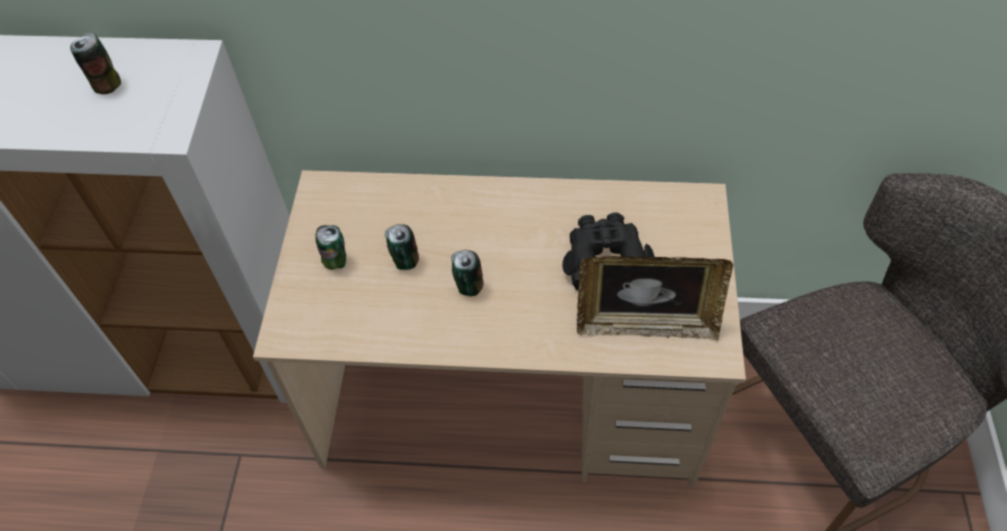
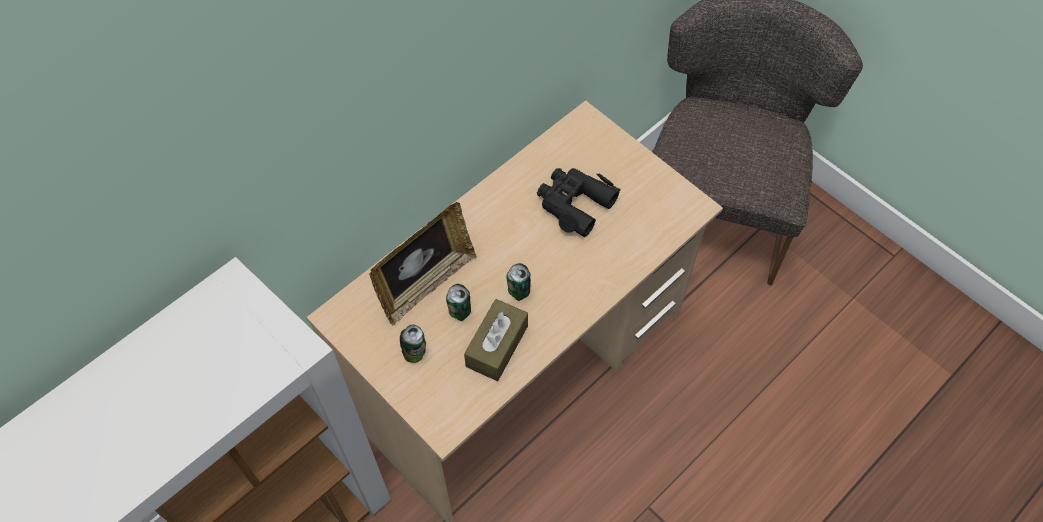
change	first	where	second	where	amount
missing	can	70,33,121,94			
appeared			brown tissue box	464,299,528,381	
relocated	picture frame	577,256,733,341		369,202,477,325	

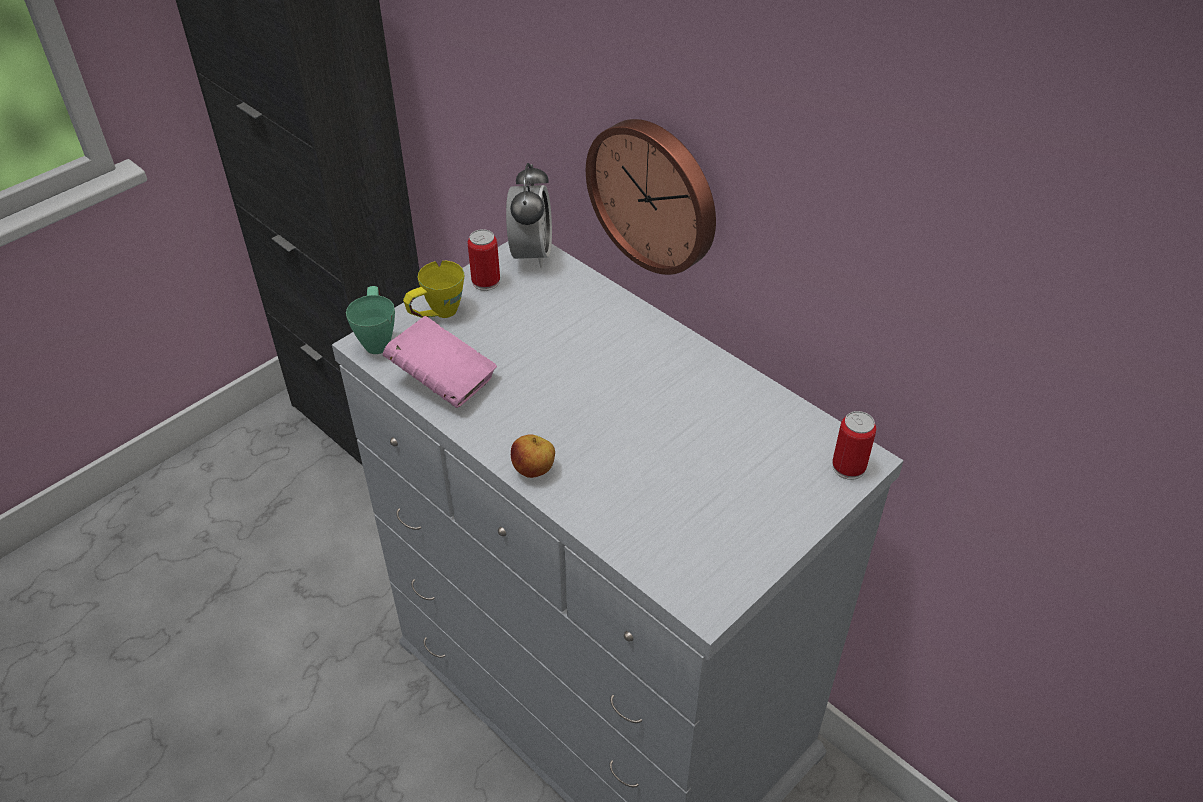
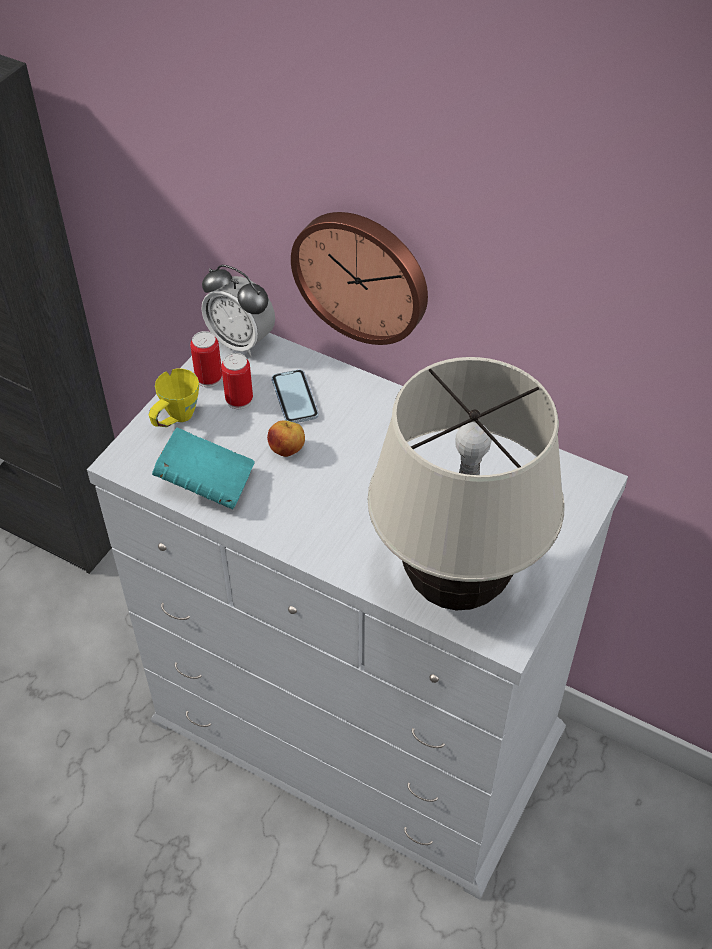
change	first	where	second	where	amount
missing	green mug	346,286,395,354			
appeared			phone	272,369,319,423	
appeared			beige table lamp	368,357,565,610	
relocated	apple	511,434,555,478		267,421,305,457	
relocated	can	832,411,876,480		221,353,253,409	
colour	pink book	383,316,497,408	turquoise book	152,428,255,509	
spun	alarm clock	506,163,552,268		201,265,275,357	135 degrees clockwise

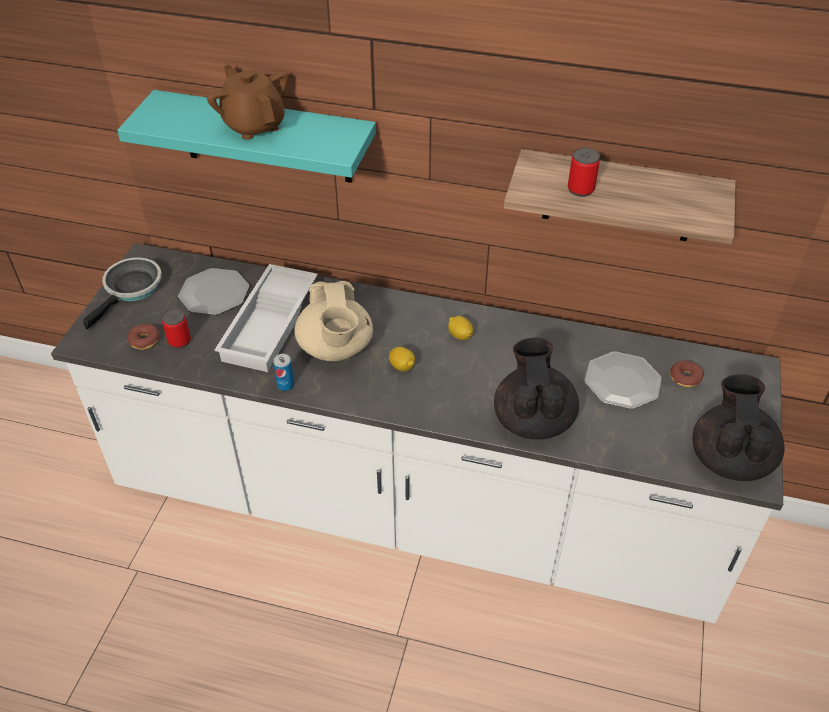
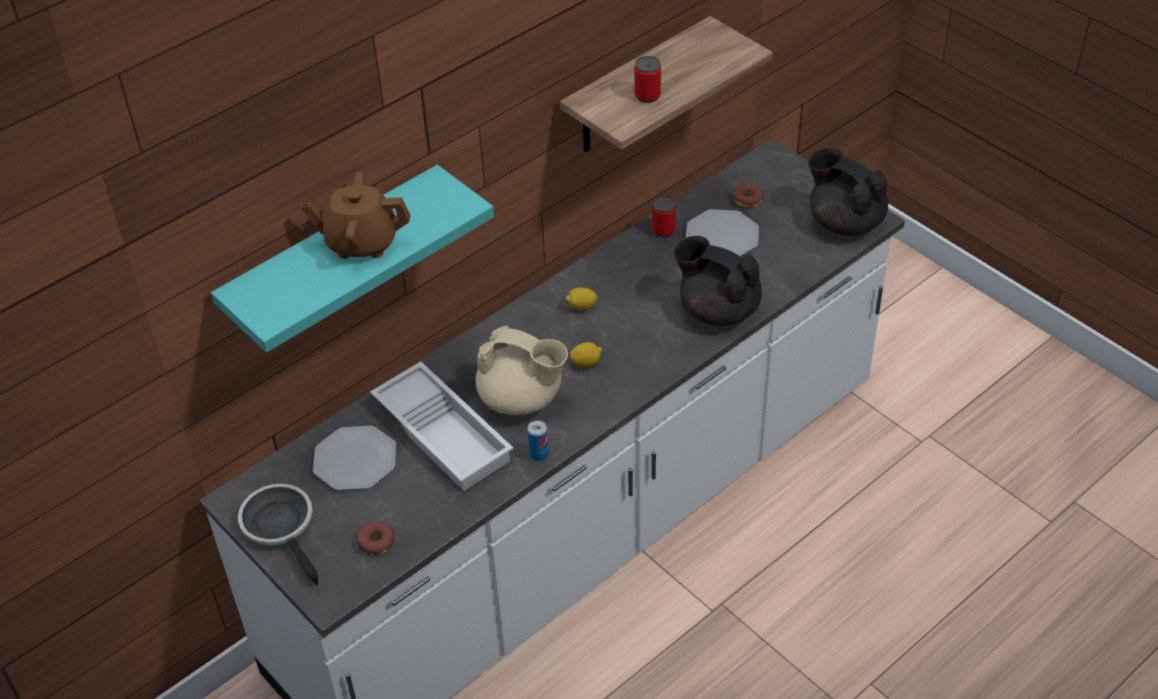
change	first	where	second	where	amount
relocated	can	162,309,191,348		652,196,676,237	

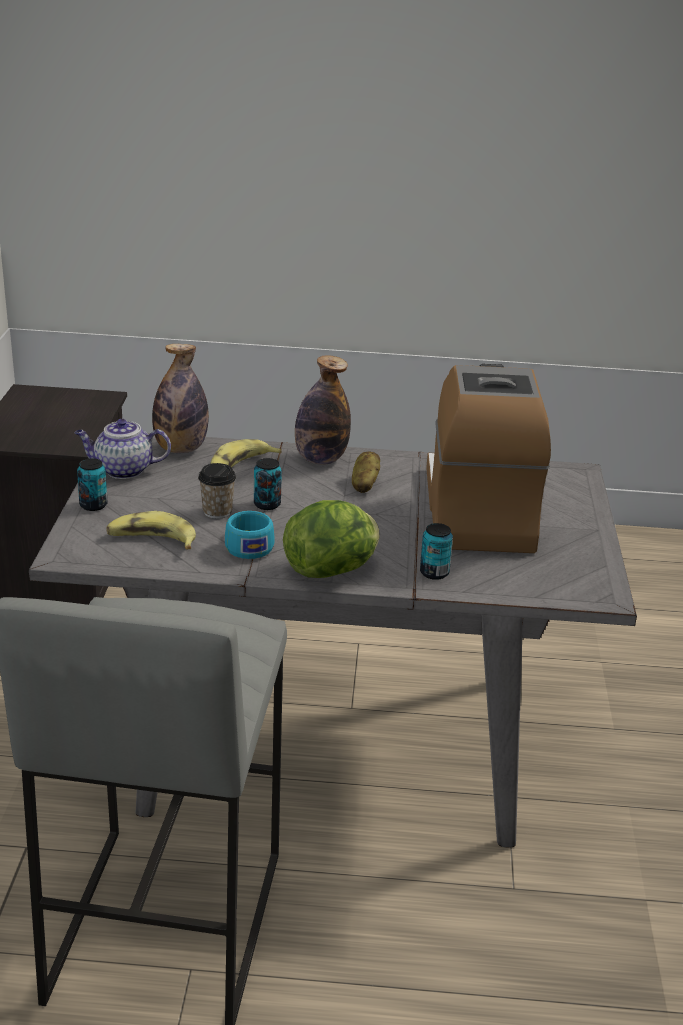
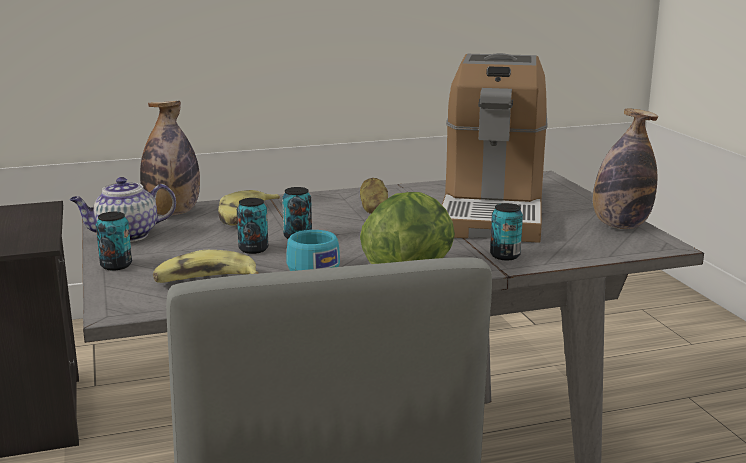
change	first	where	second	where	amount
relocated	bottle	295,355,351,464		593,108,658,229	
exchanged	cup	198,463,236,519	can	237,198,268,254	
spun	coffee machine	426,364,551,553		442,53,548,243	150 degrees counterclockwise

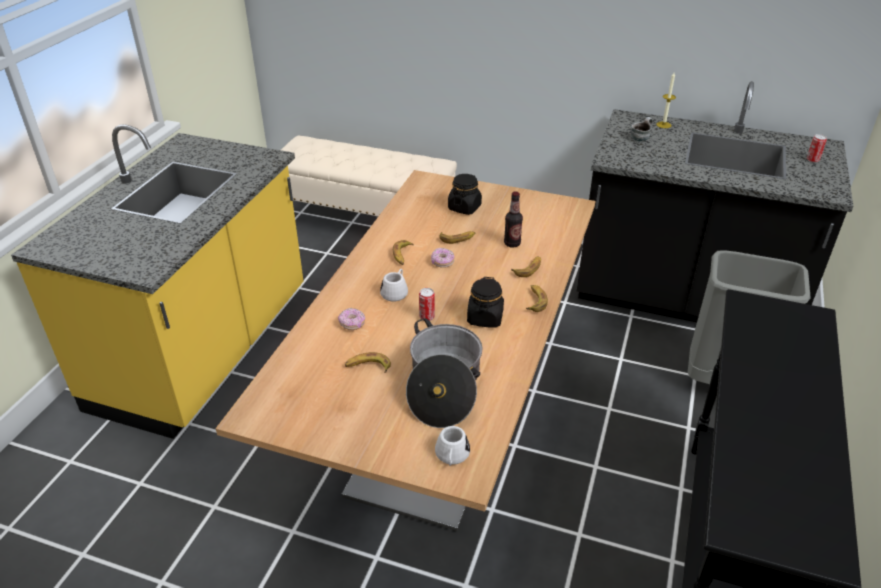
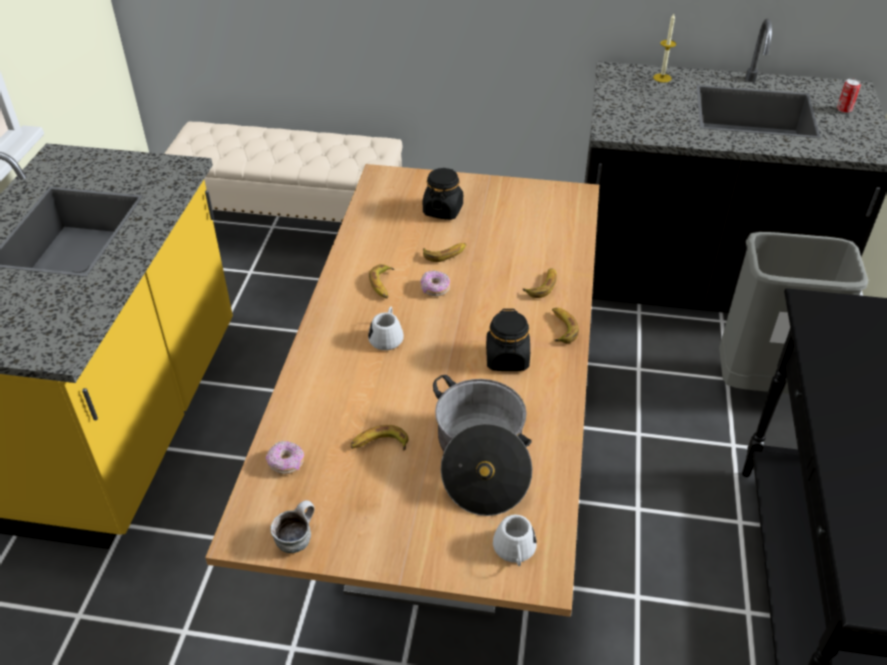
change	first	where	second	where	amount
missing	can	419,288,435,321			
missing	bottle	504,191,523,248			
relocated	donut	338,308,365,330		266,441,304,474	
relocated	mug	631,117,653,141		270,500,315,553	

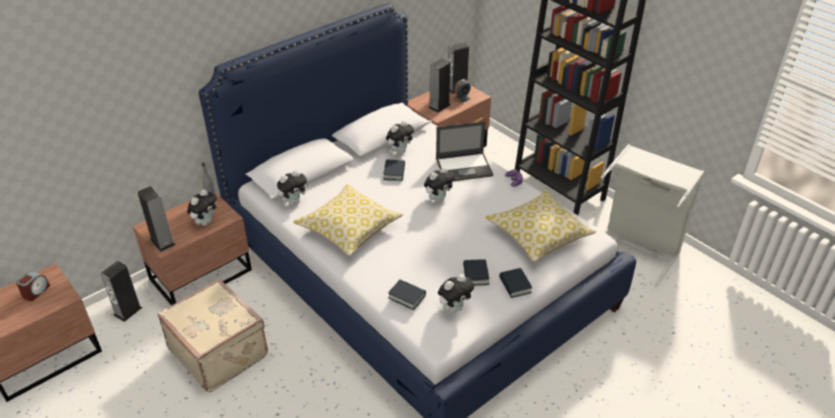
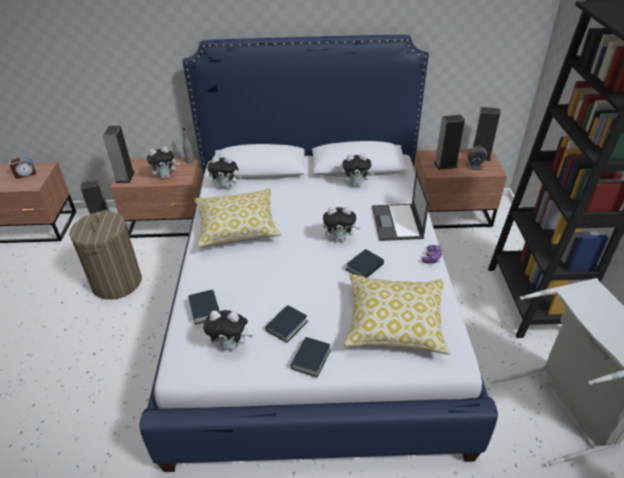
change	first	where	second	where	amount
relocated	book	383,160,405,181		346,249,384,278	
exchanged	beige suitcase	157,279,268,392	laundry basket	69,210,142,300	
spun	laptop	436,121,493,181		372,169,429,241	60 degrees clockwise

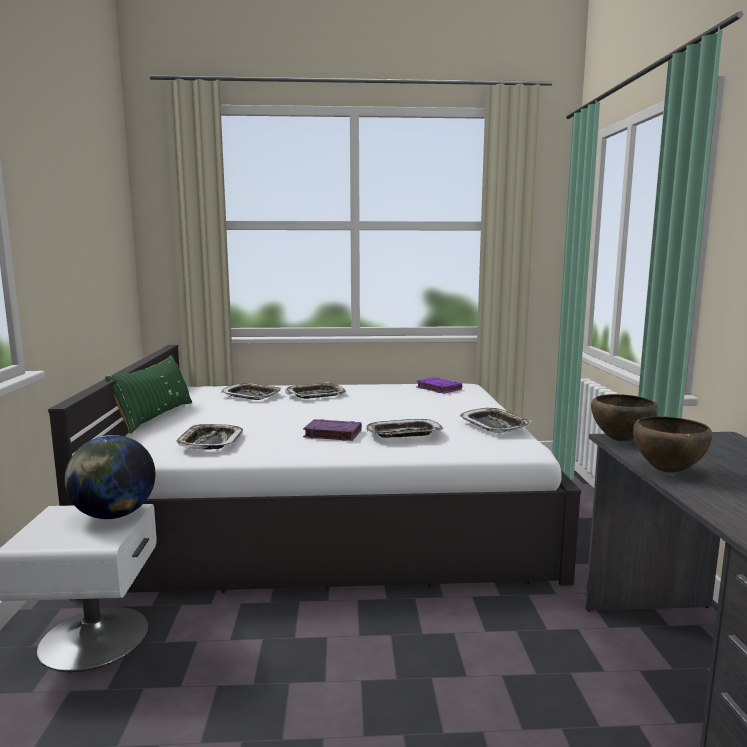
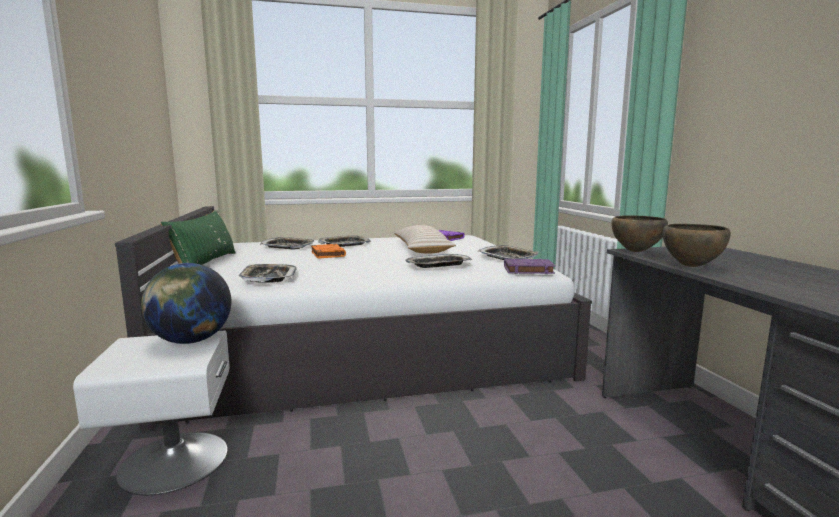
change	first	where	second	where	amount
appeared			orange book	311,244,346,259	
appeared			beige pillow	394,225,456,254	
relocated	purple book	303,419,362,441		504,258,556,274	

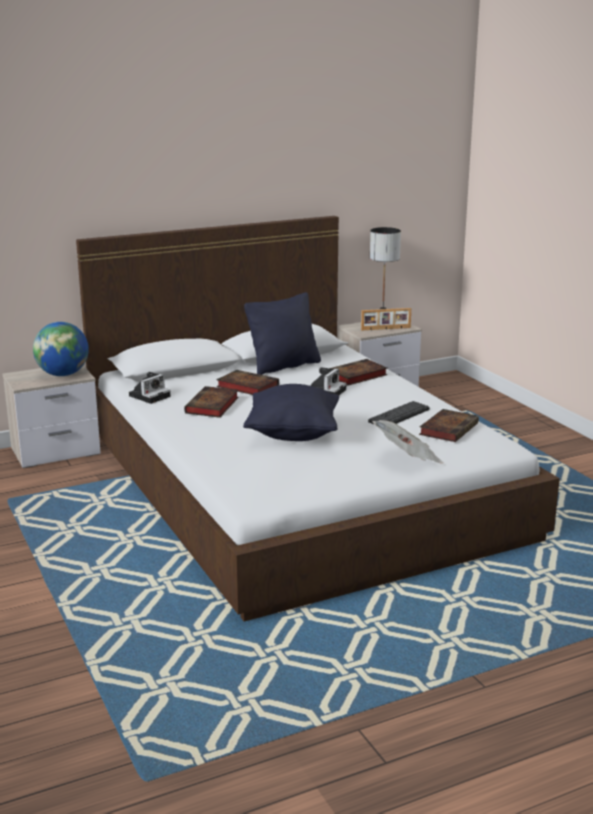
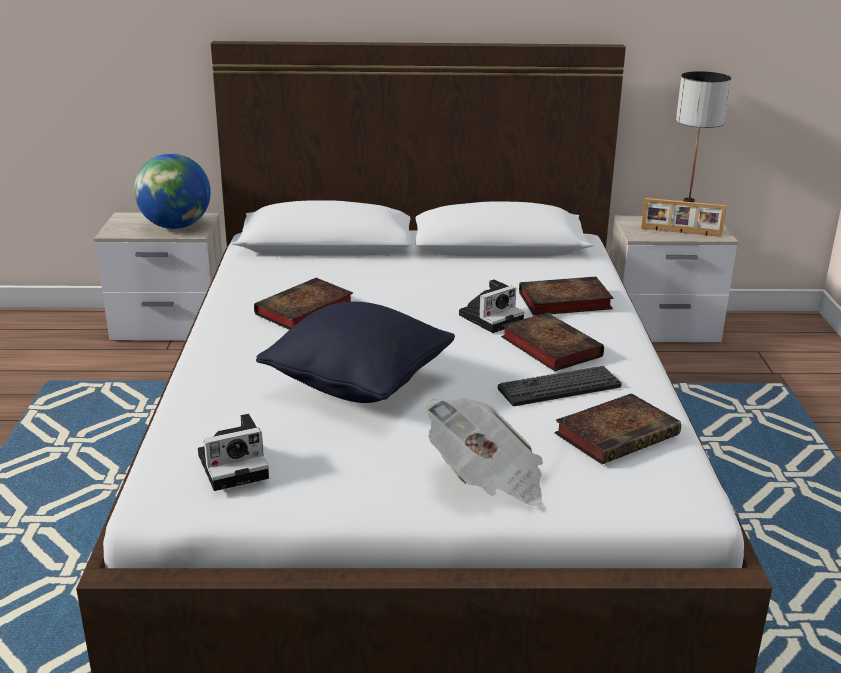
change	first	where	second	where	amount
missing	black pillow	244,292,321,375			
relocated	photo camera	129,372,170,404		198,414,269,491	
relocated	book	216,370,279,395		501,313,604,371	

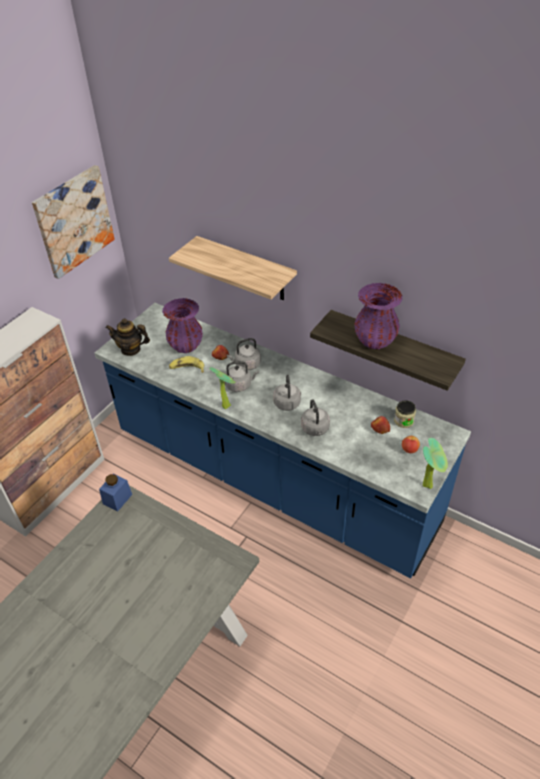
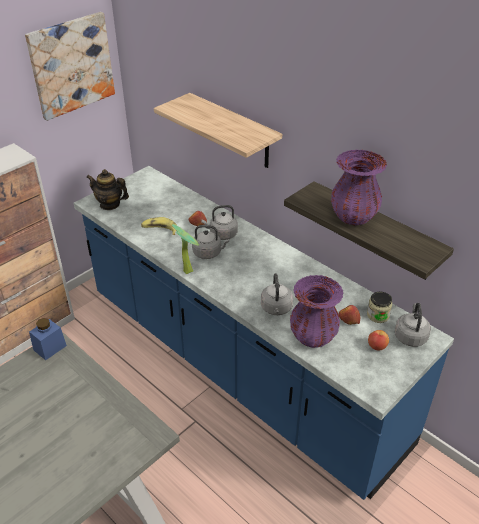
change	first	where	second	where	amount
missing	potted plant	423,438,448,489			
relocated	purple vase	162,298,203,353		290,275,343,348	
relocated	grey kettle	273,375,301,411		395,303,431,347	

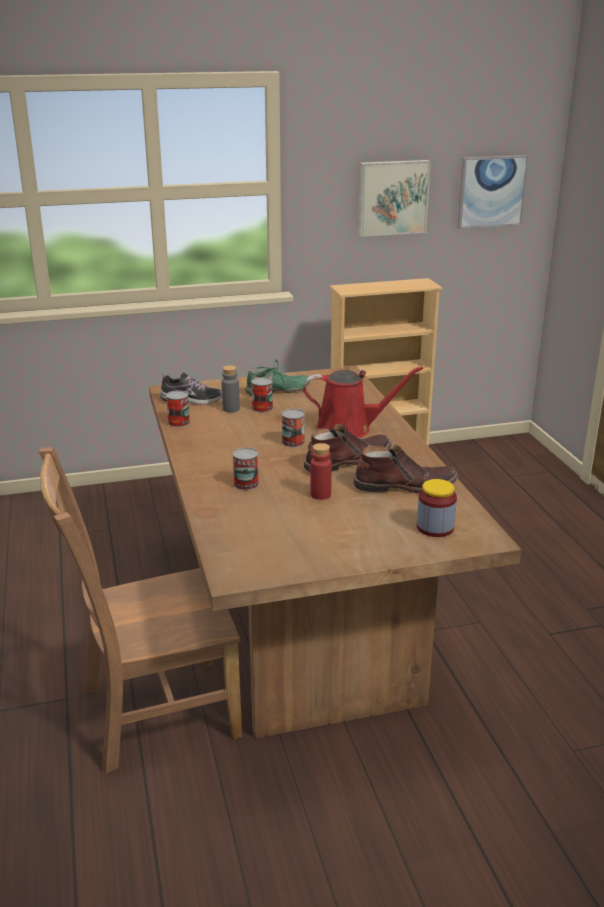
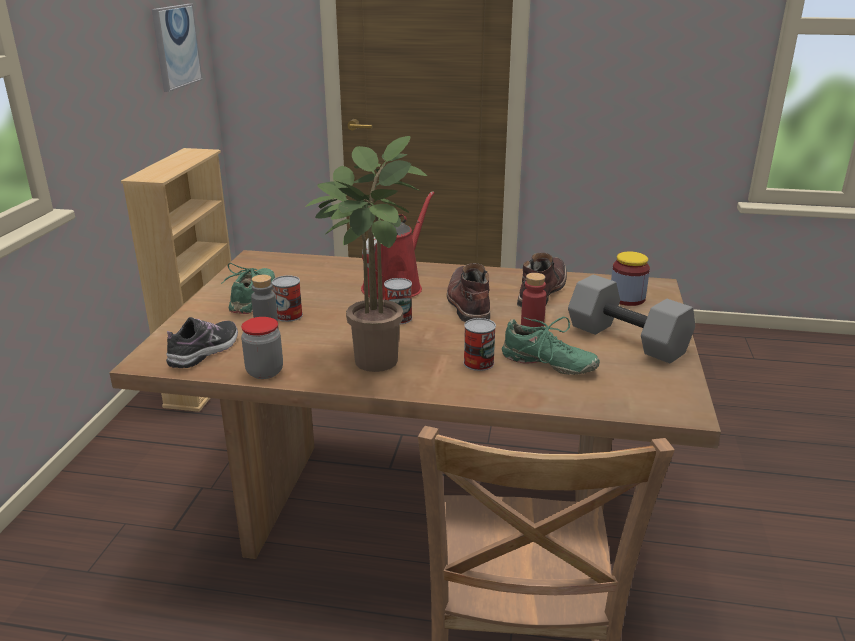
change	first	where	second	where	amount
missing	picture	358,160,431,237			
appeared			potted plant	305,136,427,372	
appeared			green shoe	502,317,600,375	
appeared			grey dumbbell	568,275,695,364	
exchanged	can	166,390,190,427	jar	241,317,283,379	

